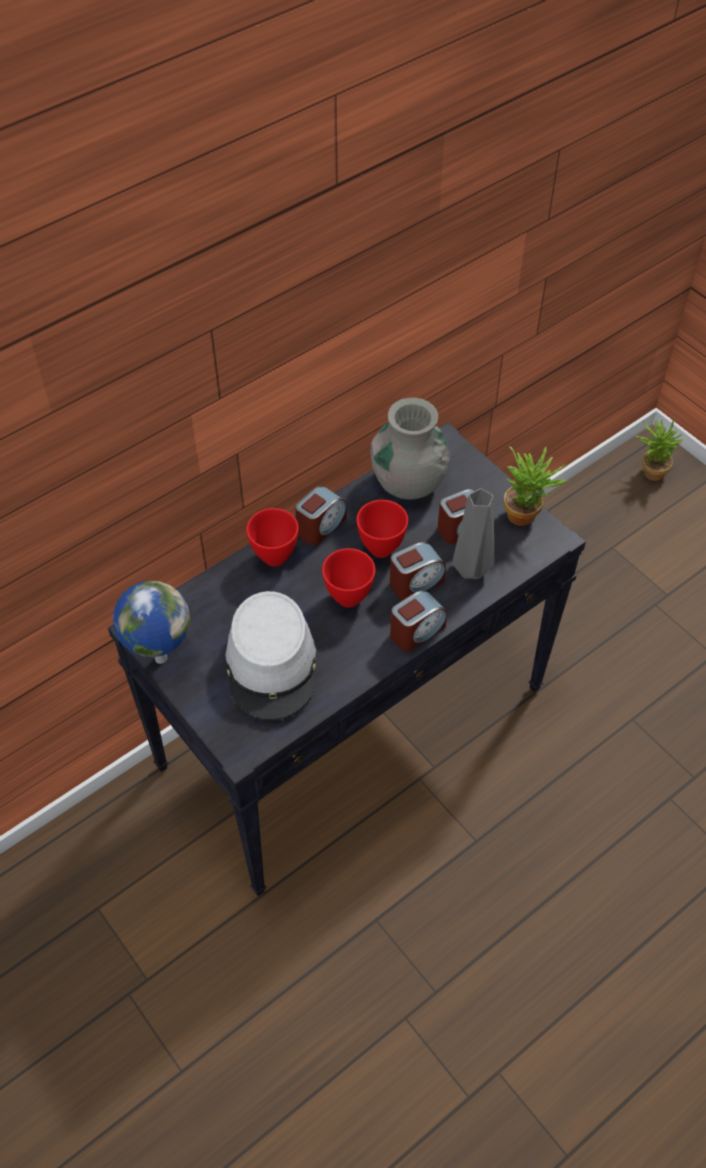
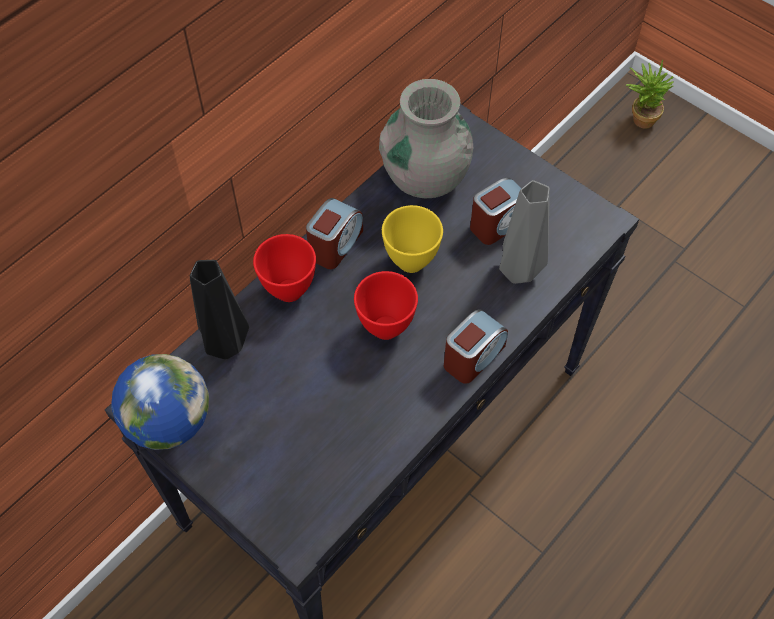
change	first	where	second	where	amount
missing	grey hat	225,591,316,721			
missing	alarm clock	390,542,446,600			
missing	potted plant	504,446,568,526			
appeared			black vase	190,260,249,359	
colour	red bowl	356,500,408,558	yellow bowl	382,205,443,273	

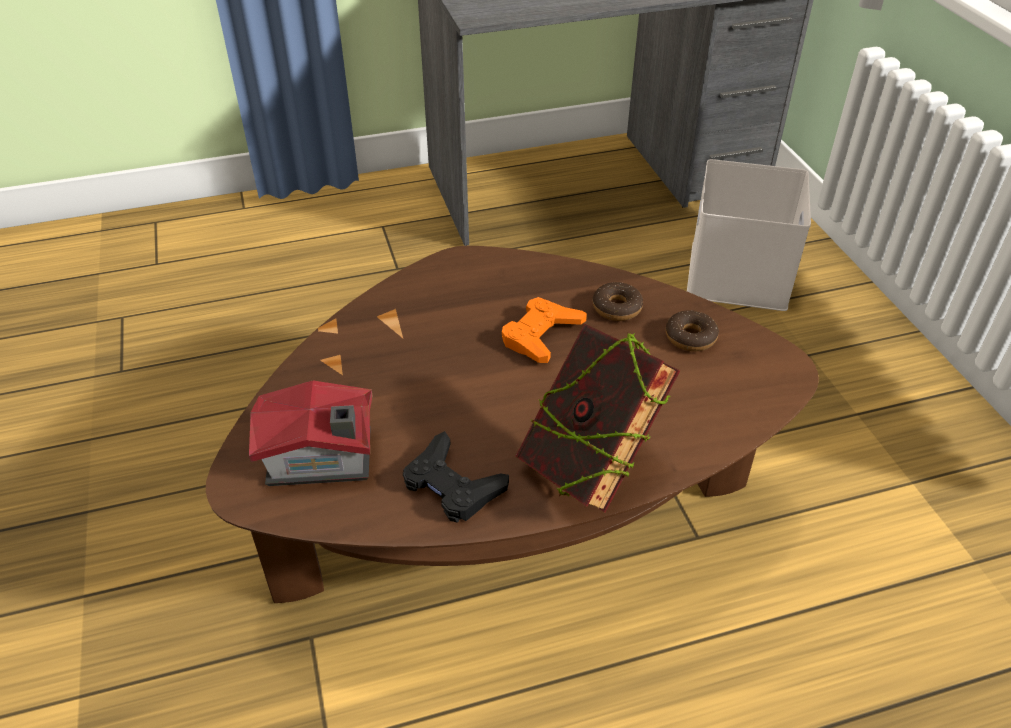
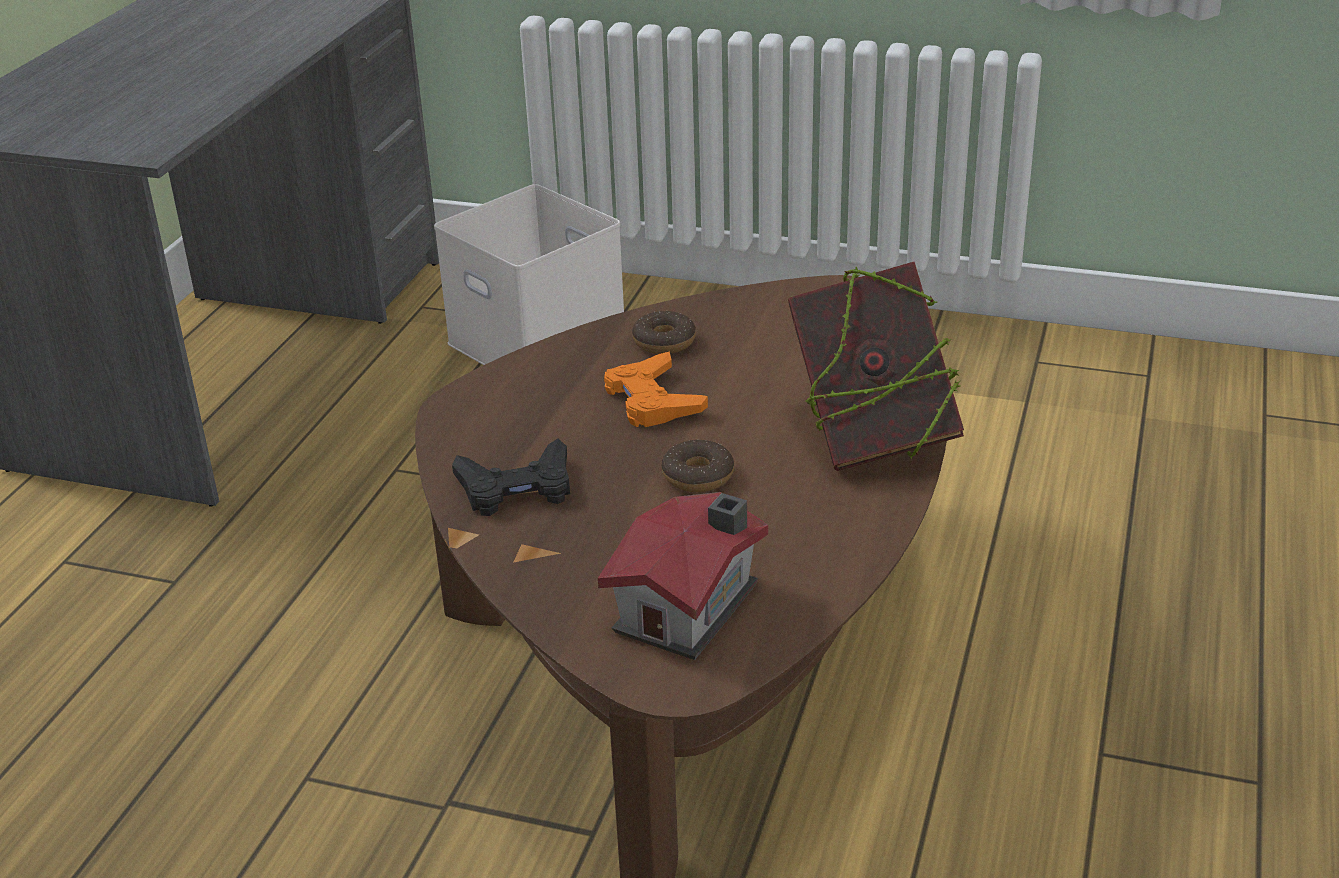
change	first	where	second	where	amount
relocated	black game controller	403,431,509,523		452,439,570,516	
relocated	donut	666,310,719,351		661,440,734,492	

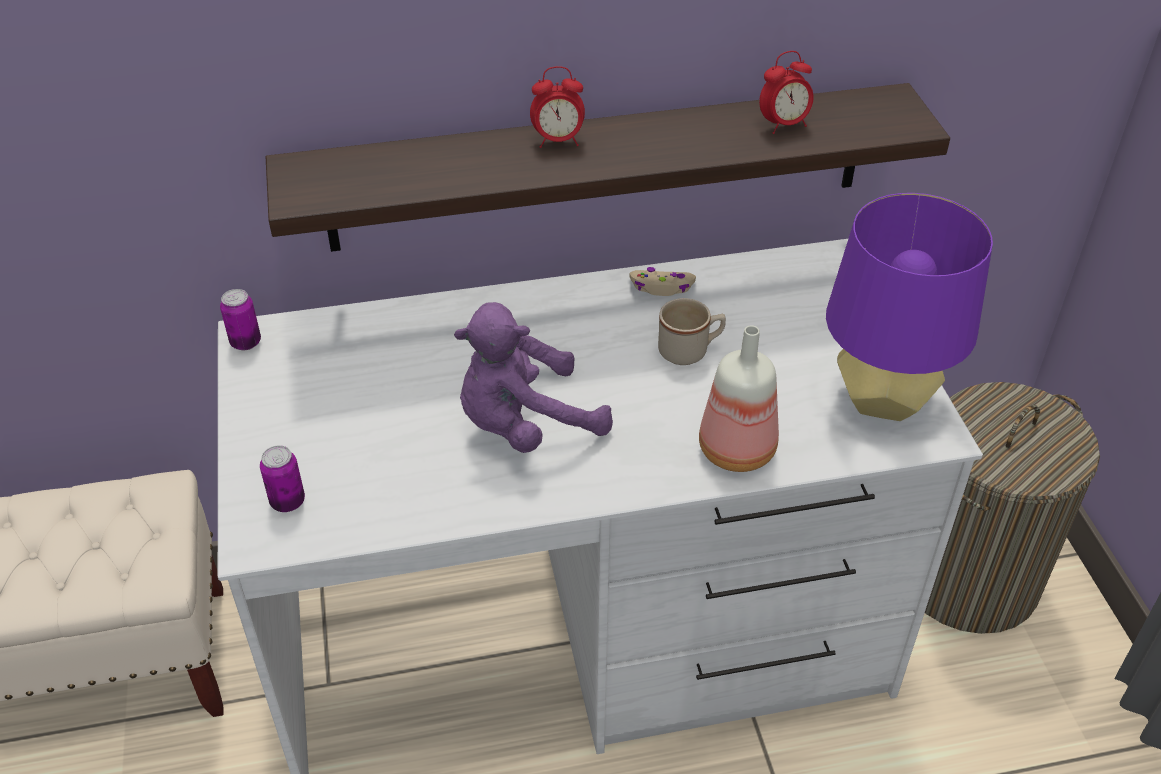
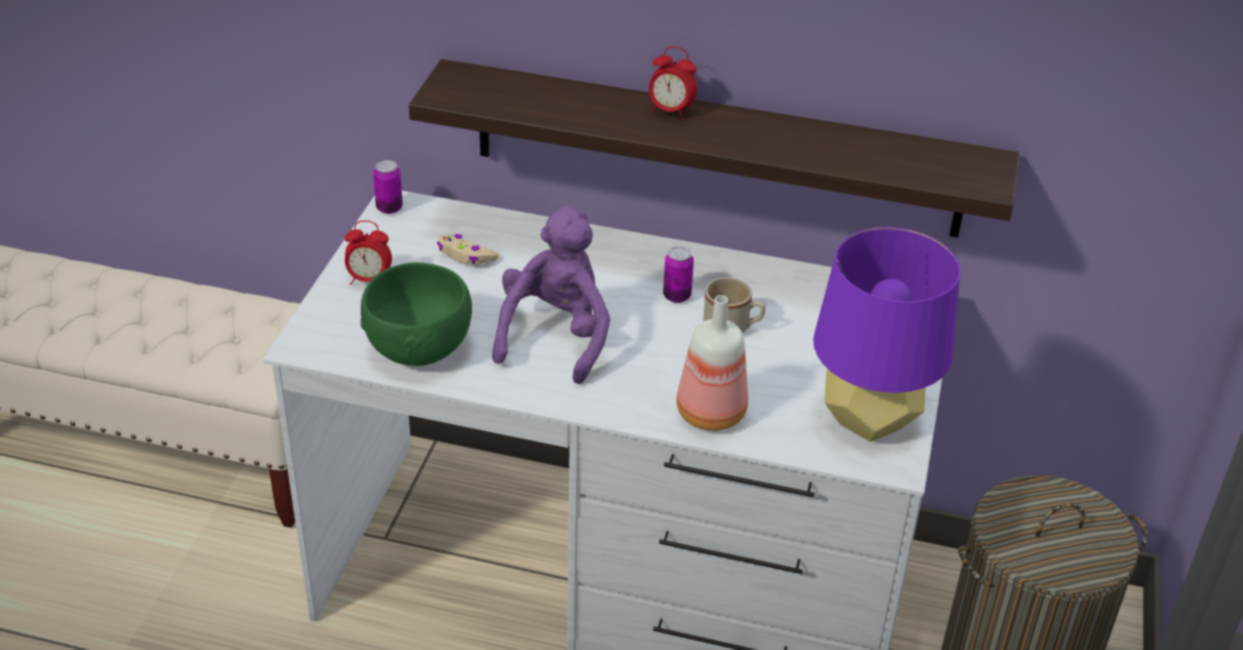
change	first	where	second	where	amount
appeared			green bowl	360,262,472,366	
relocated	can	260,445,305,512		663,246,694,303	
relocated	beige game controller	629,267,696,296		437,234,499,265	
relocated	alarm clock	759,51,814,134		345,220,392,285	
spun	purple plush toy	454,302,613,453		492,207,610,384	105 degrees clockwise

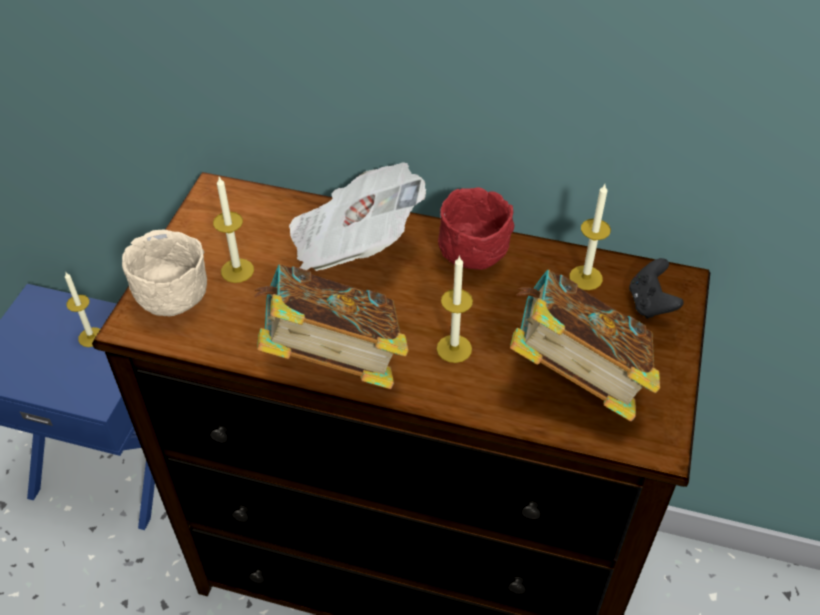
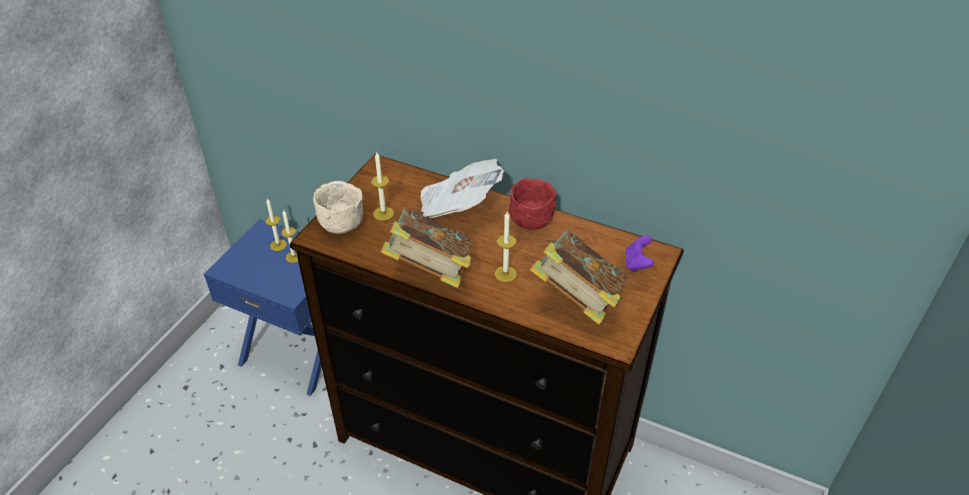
change	first	where	second	where	amount
relocated	candle	569,184,611,290		265,198,287,251	
colour	black game controller	629,258,684,319	purple game controller	625,235,654,272	

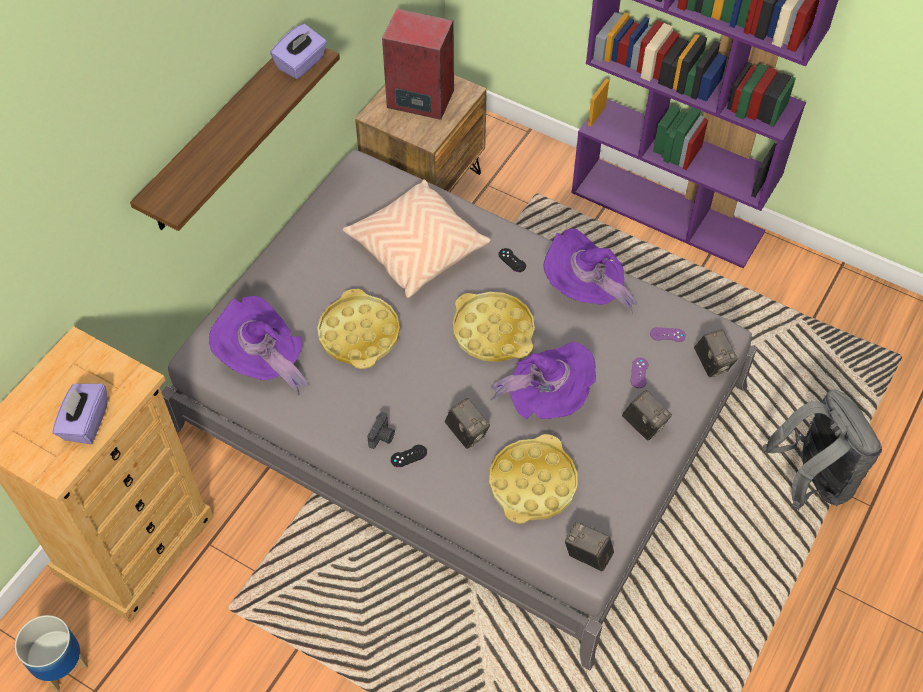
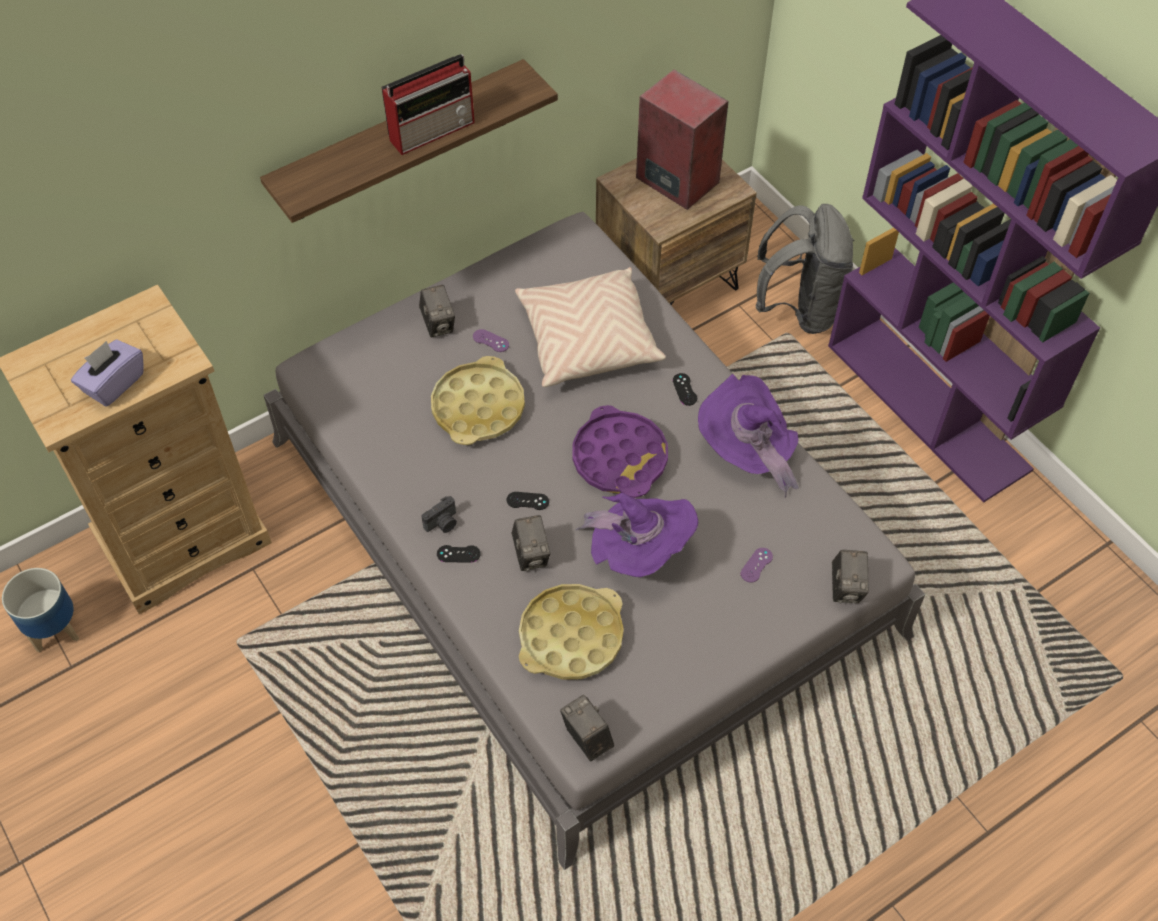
change	first	where	second	where	amount
missing	purple hat	209,296,309,395			
missing	purple tissue box	270,24,327,79			
appeared			radio	382,54,475,155	
appeared			black game controller	507,492,549,510	
relocated	photo camera	622,390,672,441		419,285,455,338	
relocated	purple game controller	650,327,686,342		473,329,509,352	
relocated	grey backpack	762,389,882,510		755,204,854,334	
colour	yellow tray	453,292,535,362	purple tray	572,405,668,498	

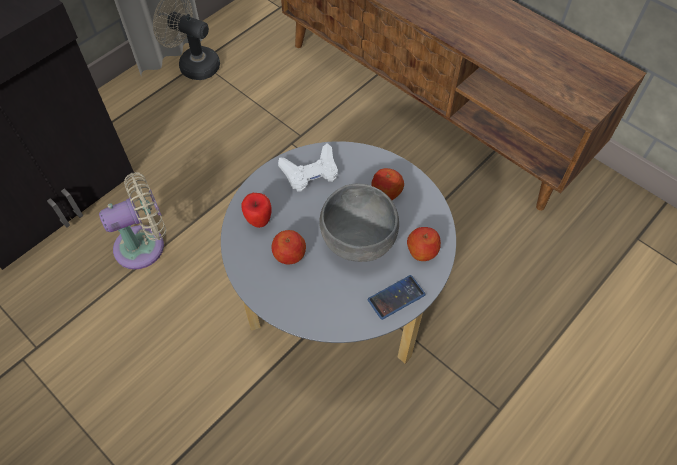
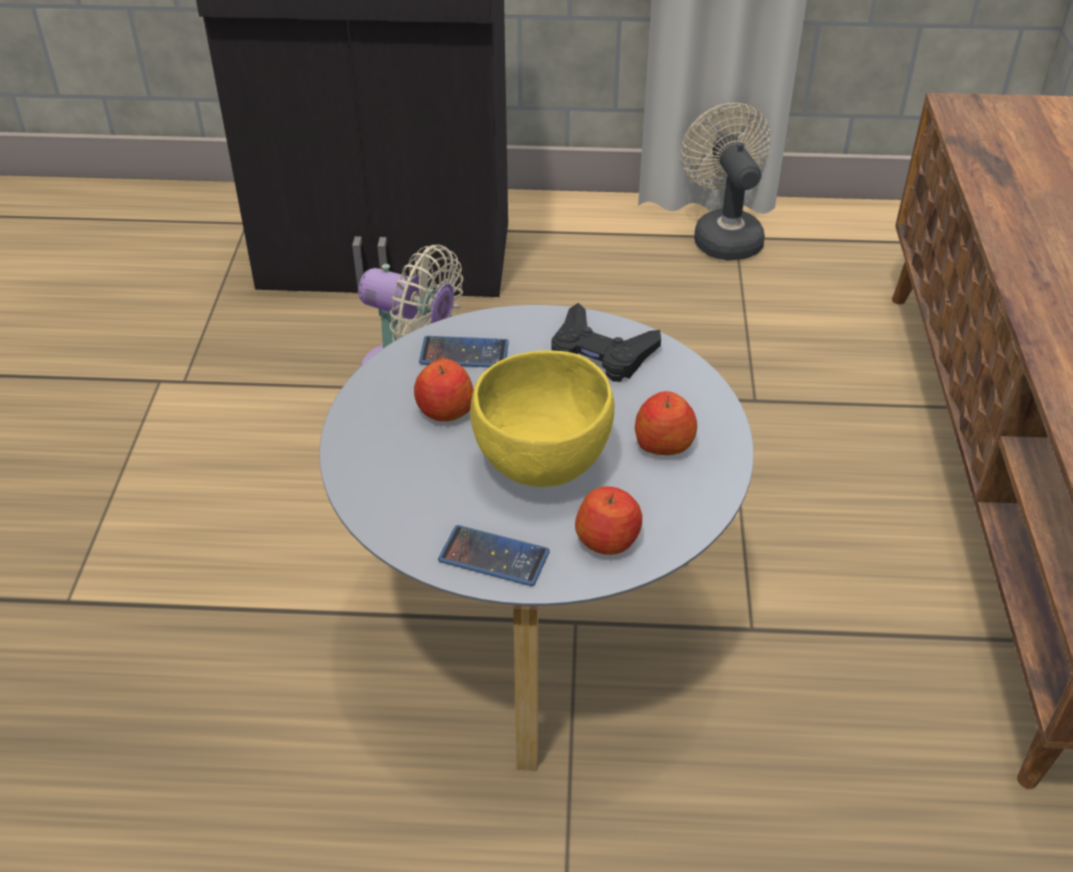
change	first	where	second	where	amount
exchanged	apple	241,193,272,228	phone	419,336,509,367	
colour	white game controller	278,143,338,192	black game controller	551,303,661,382	
colour	grey bowl	319,184,399,262	yellow bowl	470,350,614,487	

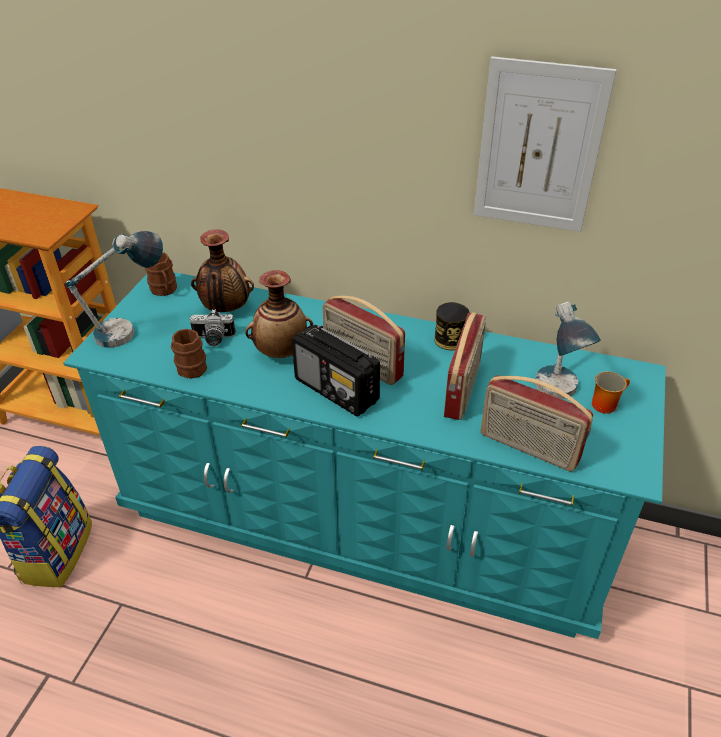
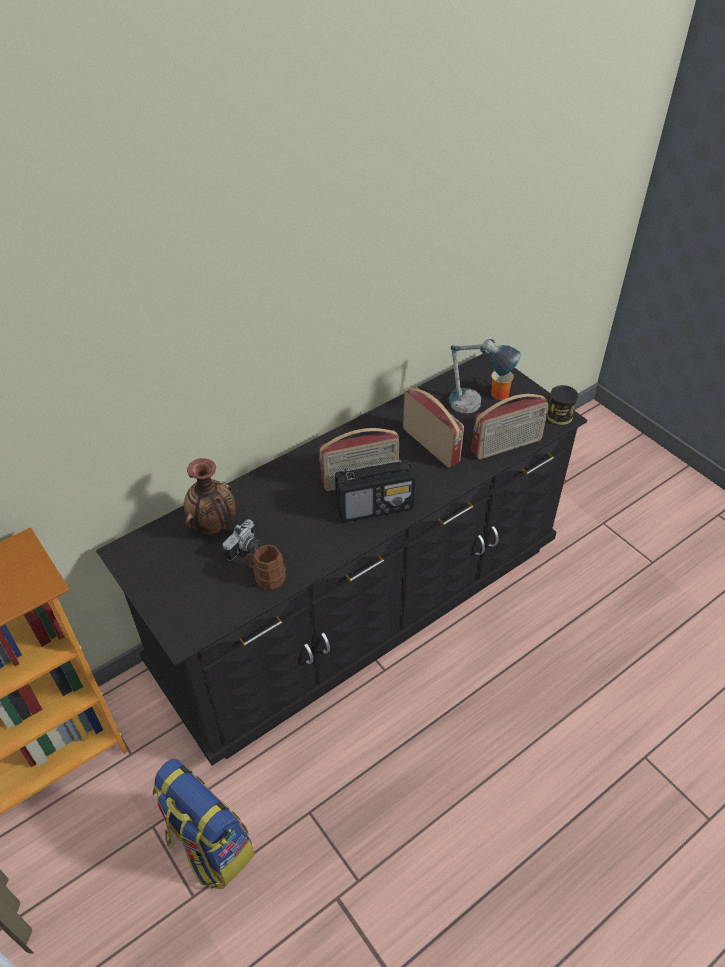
change	first	where	second	where	amount
missing	table lamp	65,231,163,348			
missing	brown mug	145,252,177,296			
missing	vase	245,270,313,358			
missing	picture	474,56,616,232			
relocated	can	434,302,470,350		547,385,578,425	
colour	turquoise dresser	63,272,666,639	black dresser	96,354,587,766	

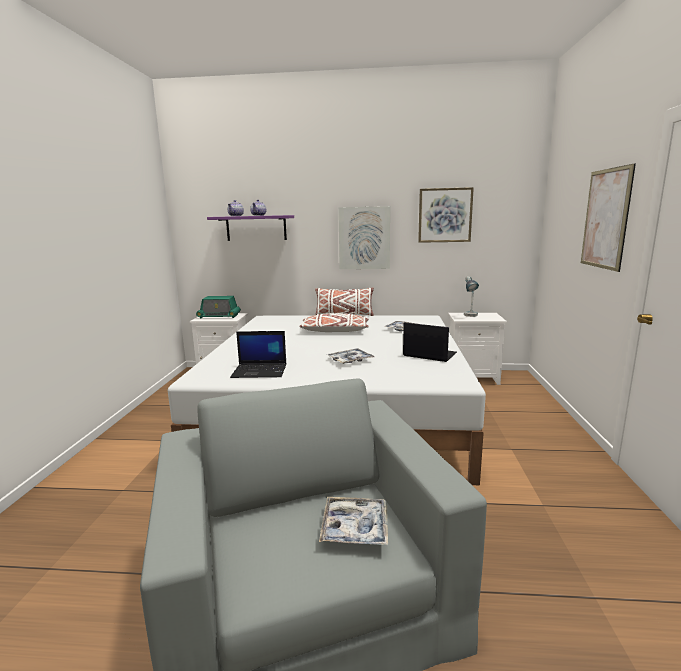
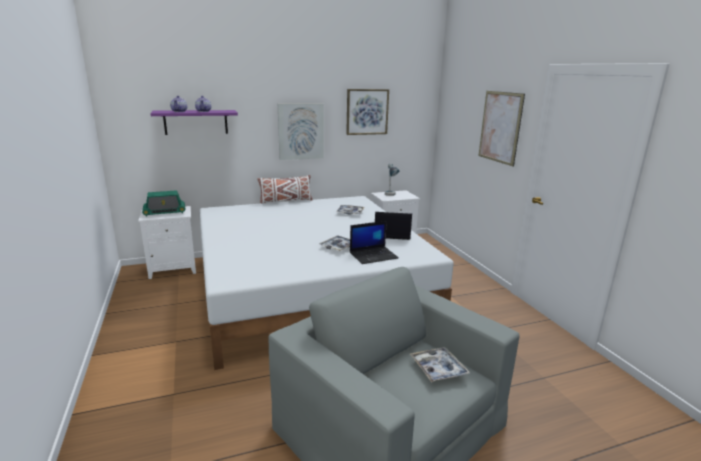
change	first	where	second	where	amount
missing	white pillow	299,313,369,332			
relocated	laptop	230,331,287,378		350,221,399,264	

